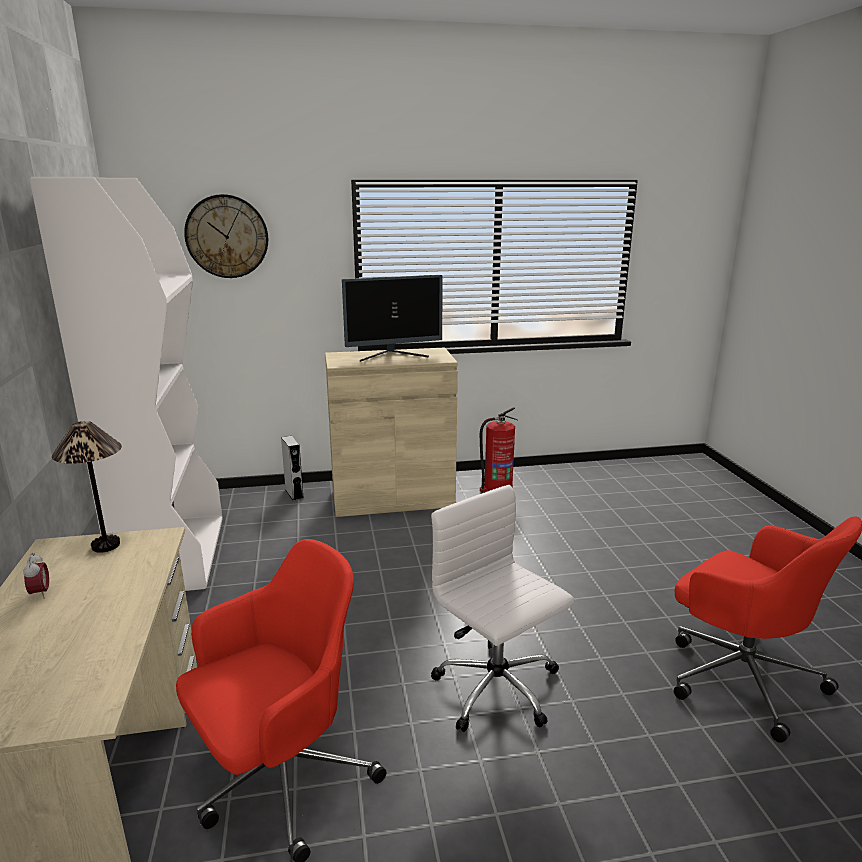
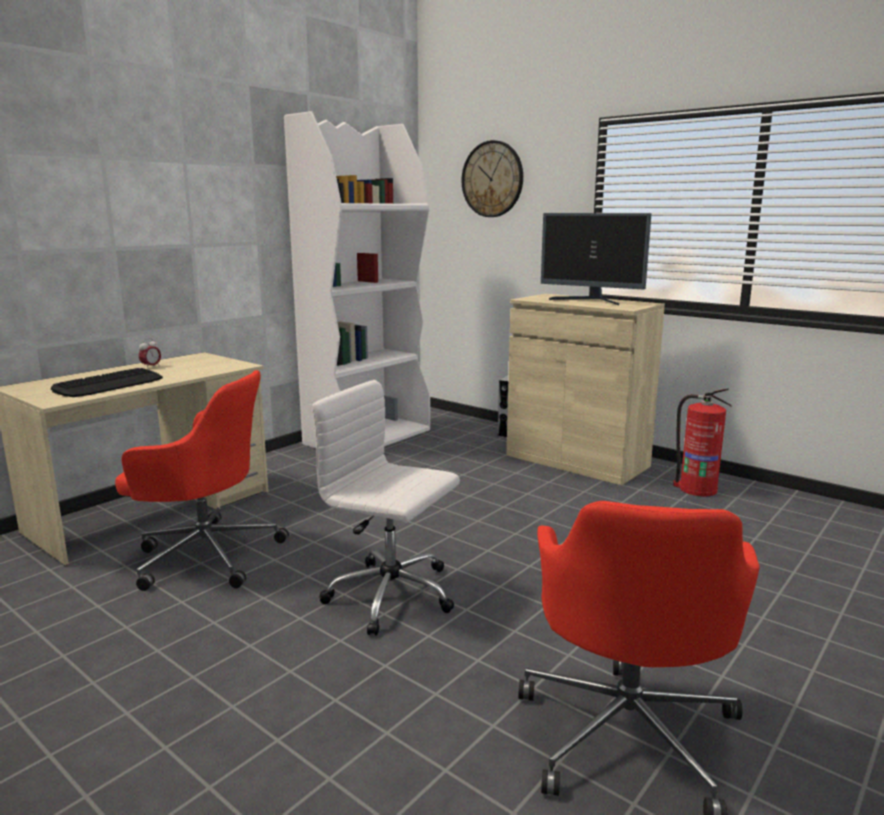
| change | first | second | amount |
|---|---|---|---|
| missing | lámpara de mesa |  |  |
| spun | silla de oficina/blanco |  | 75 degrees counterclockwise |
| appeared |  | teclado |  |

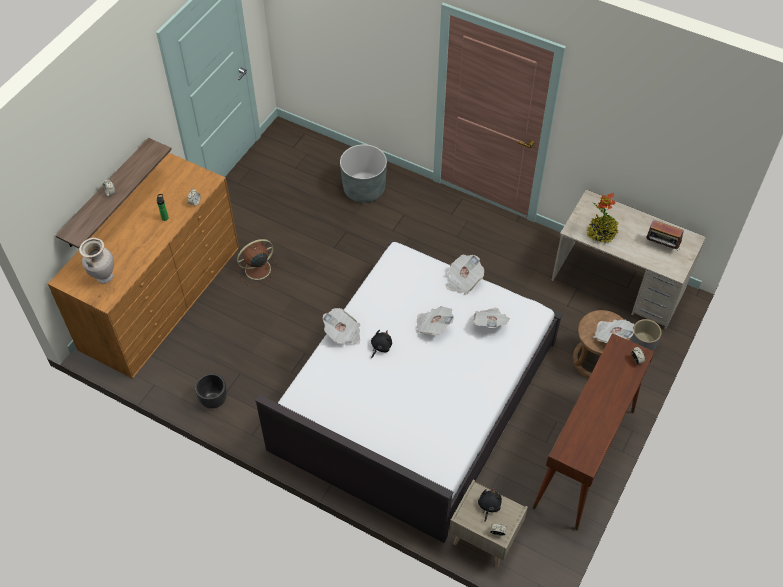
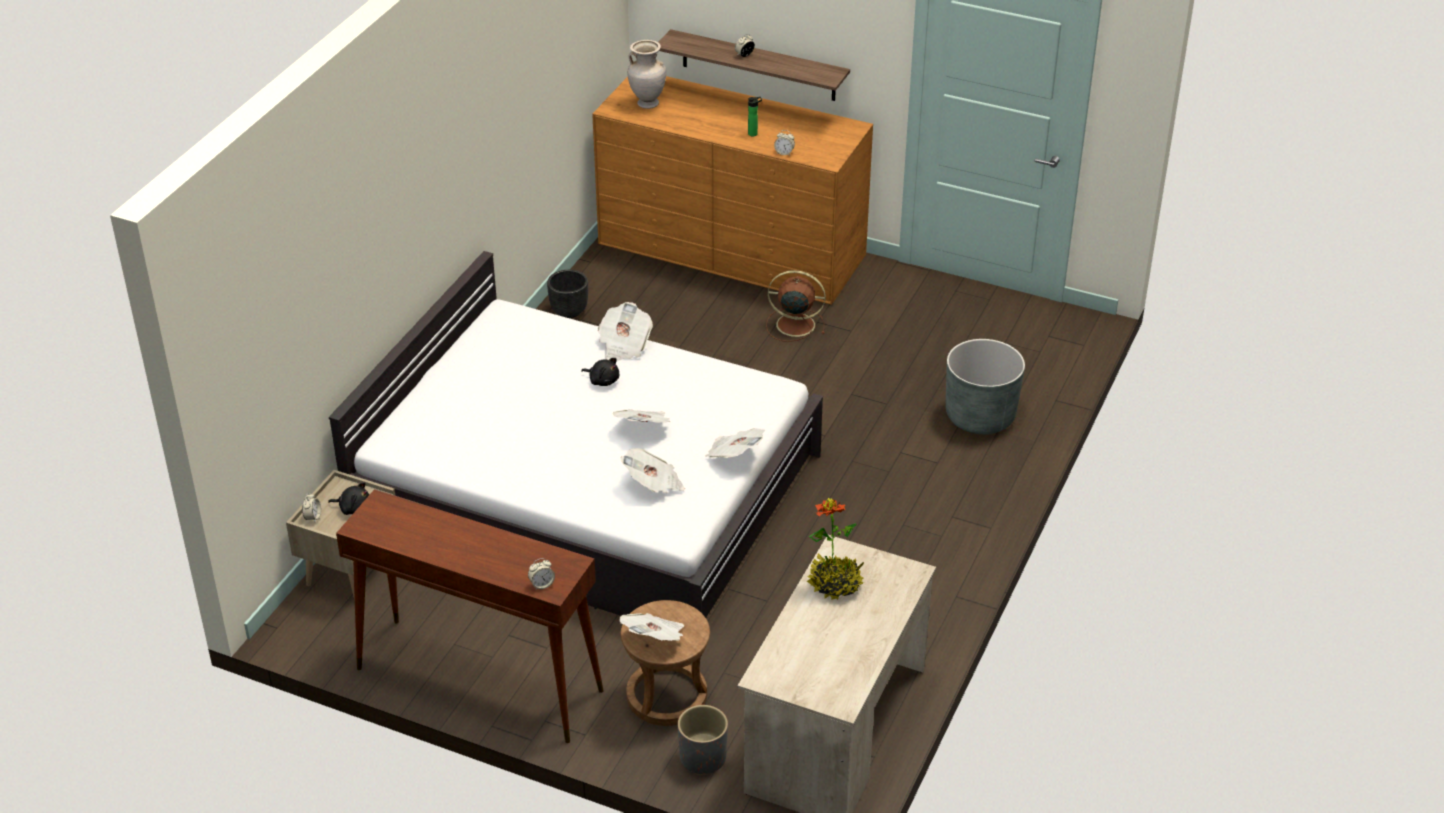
| change | first | second | amount |
|---|---|---|---|
| spun | ventilador/marrón |  | 45 degrees counterclockwise |
| missing | radio |  |  |

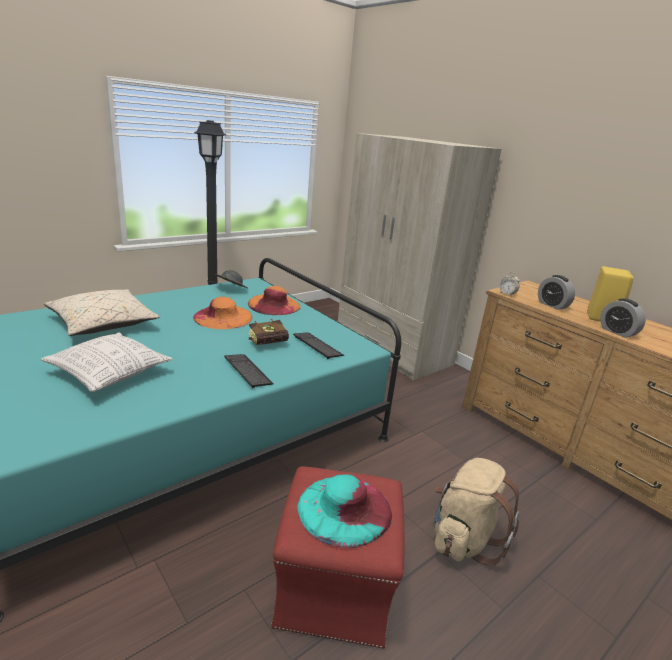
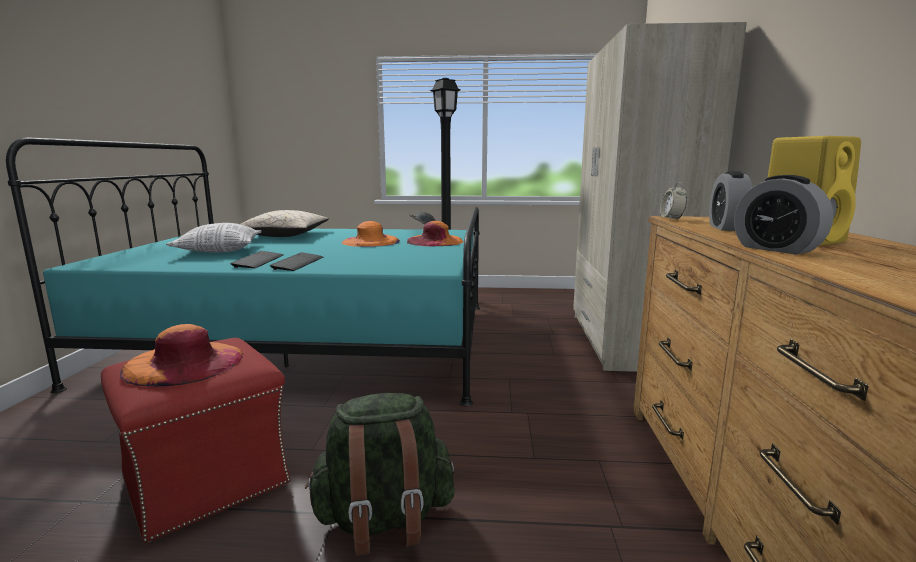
| change | first | second | amount |
|---|---|---|---|
| missing | libro |  |  |
| relocated | teclado (no. 2 from left in the first image) | teclado (no. 1 from left) |  |
| colour | sombrero/turquesa | sombrero/naranja (no. 1 from left) |  |
| colour | mochila/beis | mochila/verde |  |
| spun | despertador (no. 3 from left) |  | 45 degrees counterclockwise |

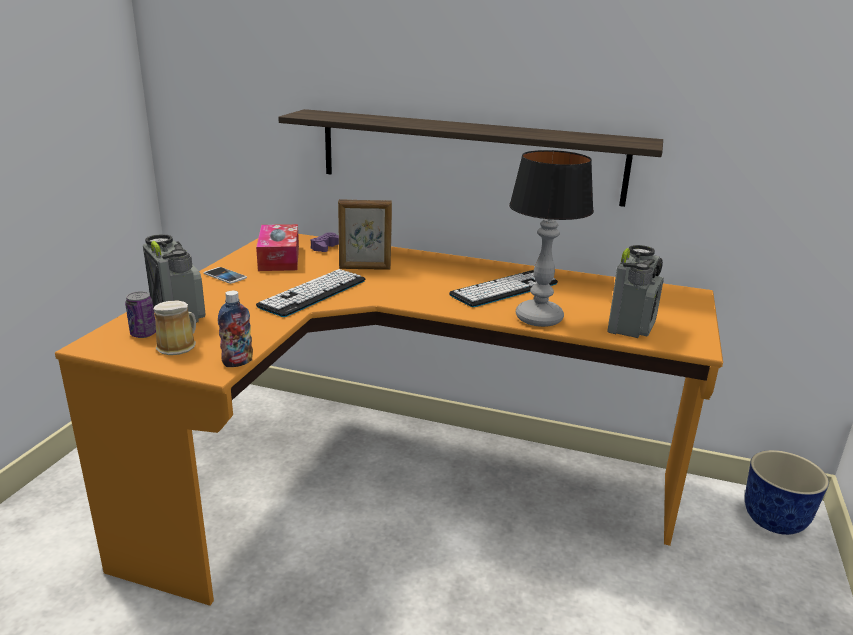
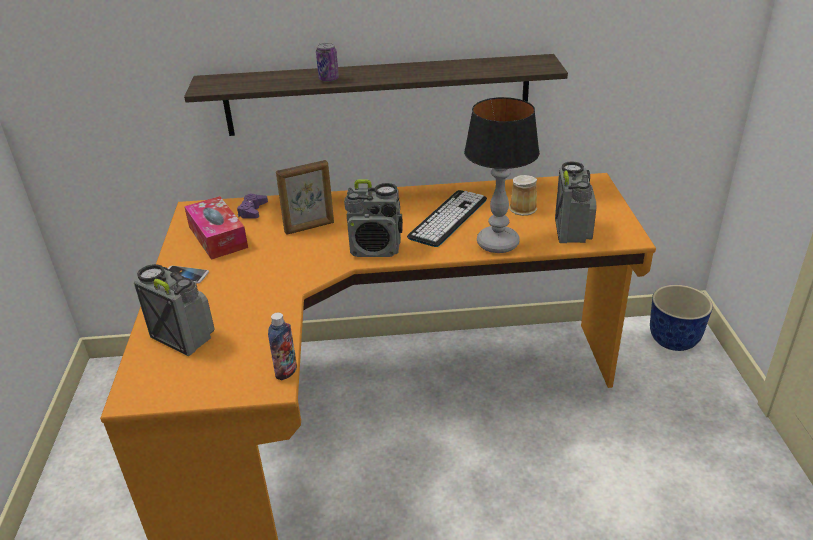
| change | first | second | amount |
|---|---|---|---|
| relocated | lata |  |  |
| relocated | taza grande |  |  |
| missing | teclado (no. 1 from left) |  |  |
| appeared |  | radio (no. 2 from left) |  |

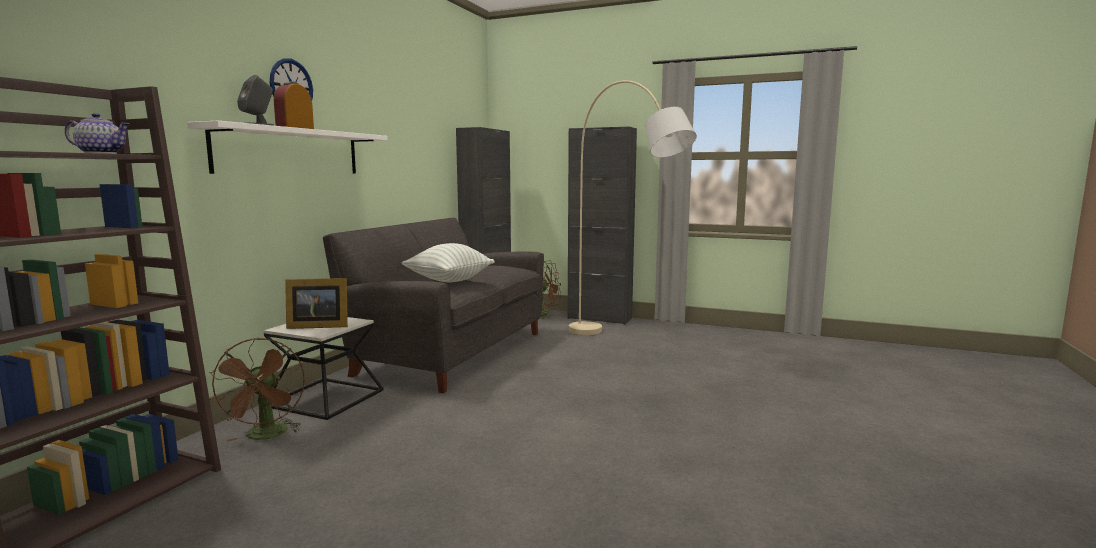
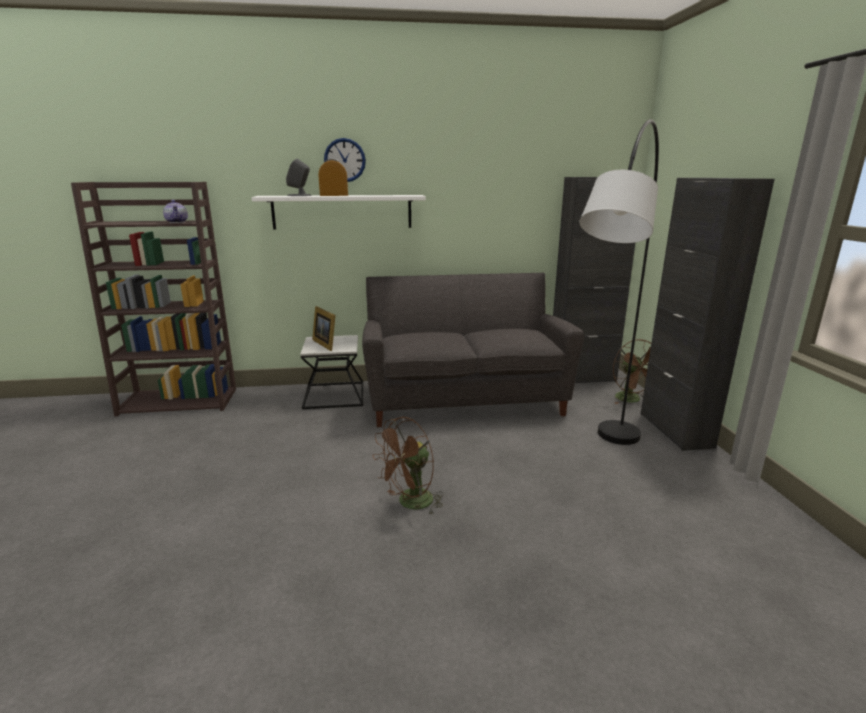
| change | first | second | amount |
|---|---|---|---|
| relocated | ventilador/marrón (no. 1 from left) |  |  |
| missing | cojín |  |  |
| colour | lámpara de pie/beis | lámpara de pie/negro |  |

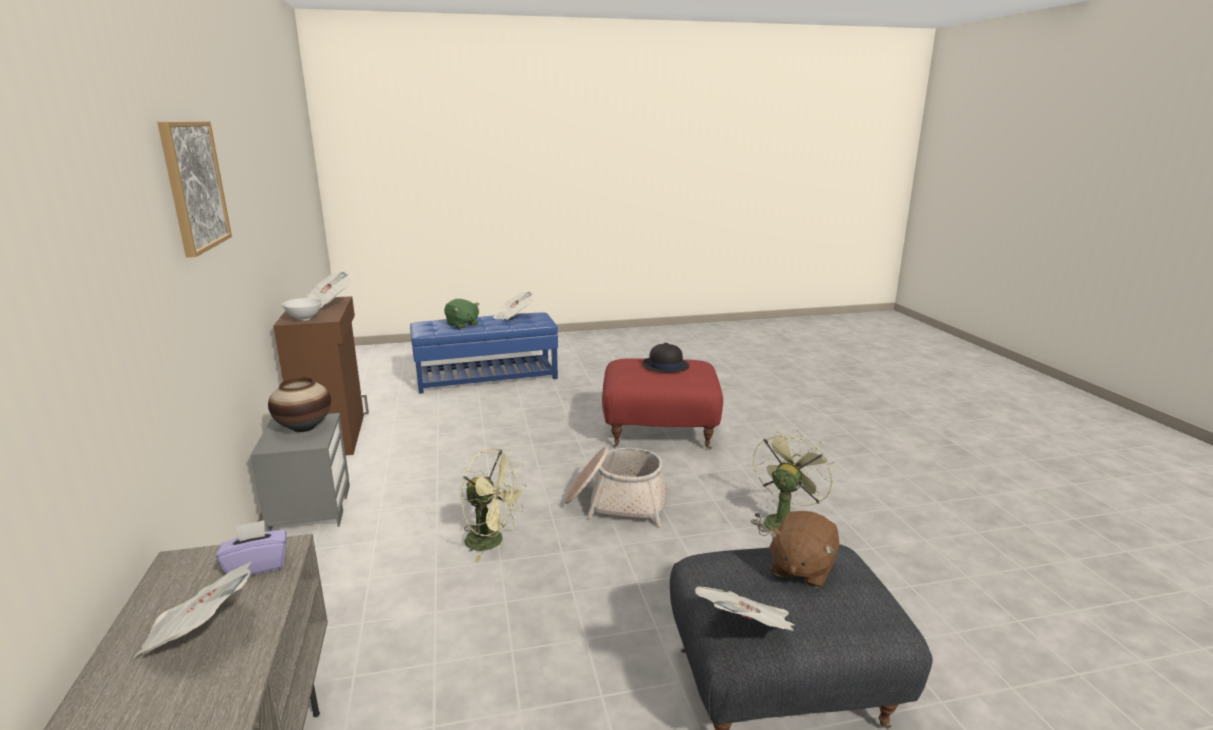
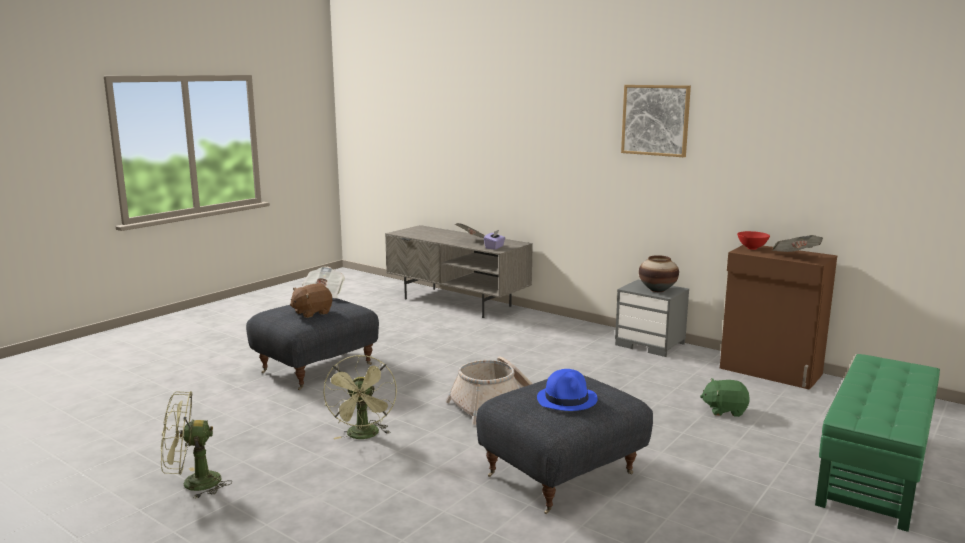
| change | first | second | amount |
|---|---|---|---|
| colour | cuenco/blanco | cuenco/rojo |  |
| colour | puf/azul | puf/verde |  |
| relocated | peluche/verde |  |  |
| relocated | ventilador/verde (no. 1 from left) |  |  |
| missing | periódico (no. 3 from left) |  |  |
| colour | puf/rojo | puf/gris (no. 2 from left) |  |
| colour | sombrero/negro | sombrero/azul |  |
| spun | peluche/marrón |  | 120 degrees counterclockwise |

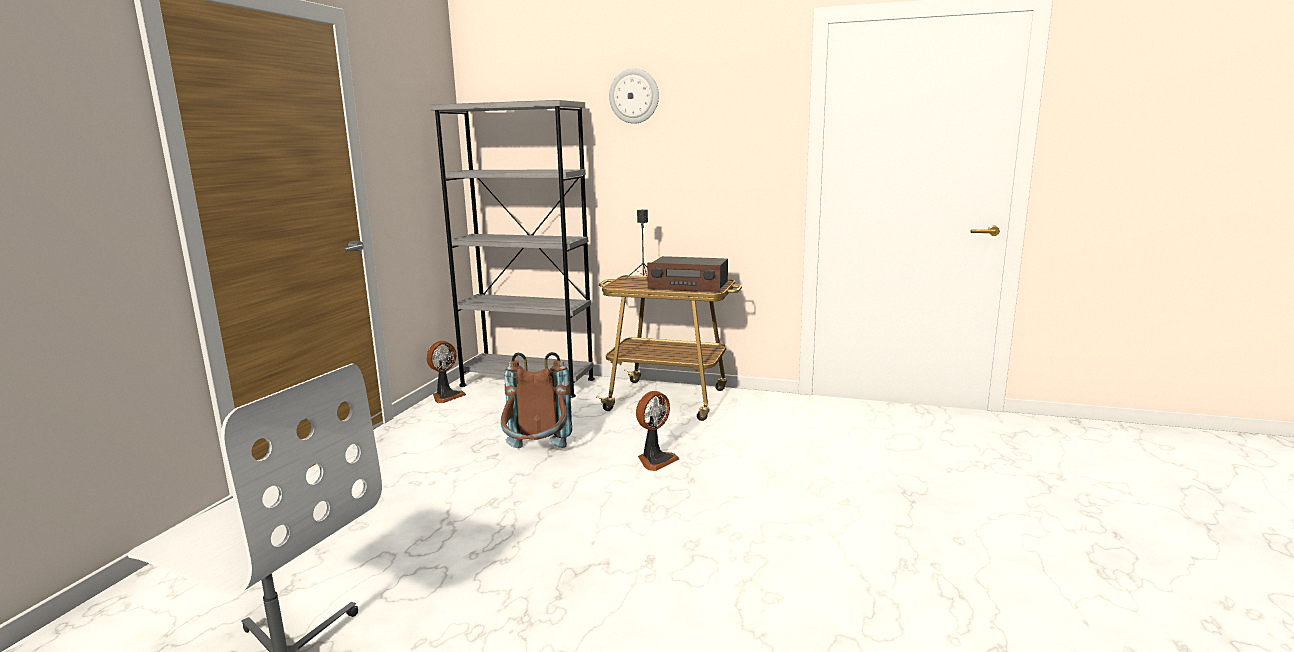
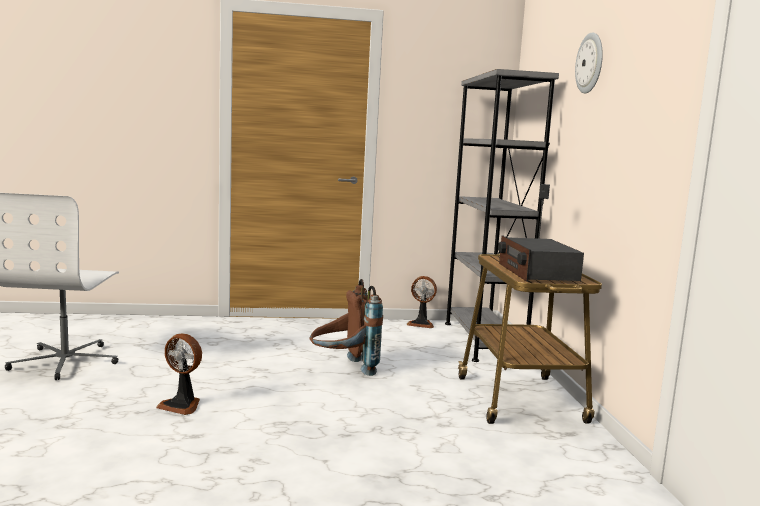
| change | first | second | amount |
|---|---|---|---|
| relocated | ventilador (no. 2 from left in the first image) | ventilador (no. 1 from left) |  |

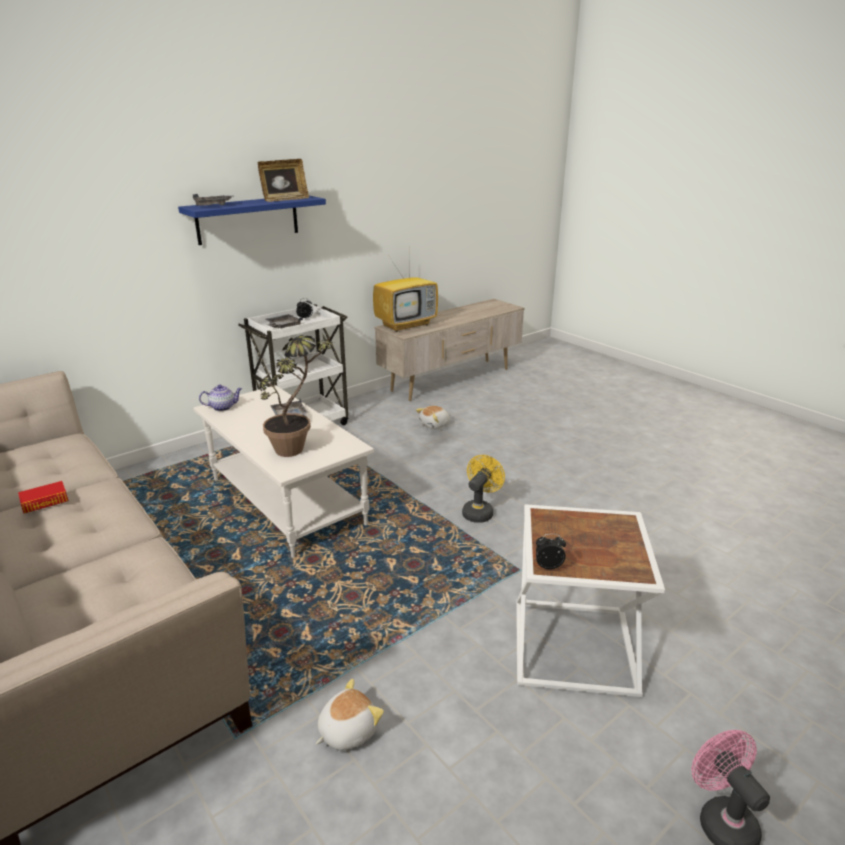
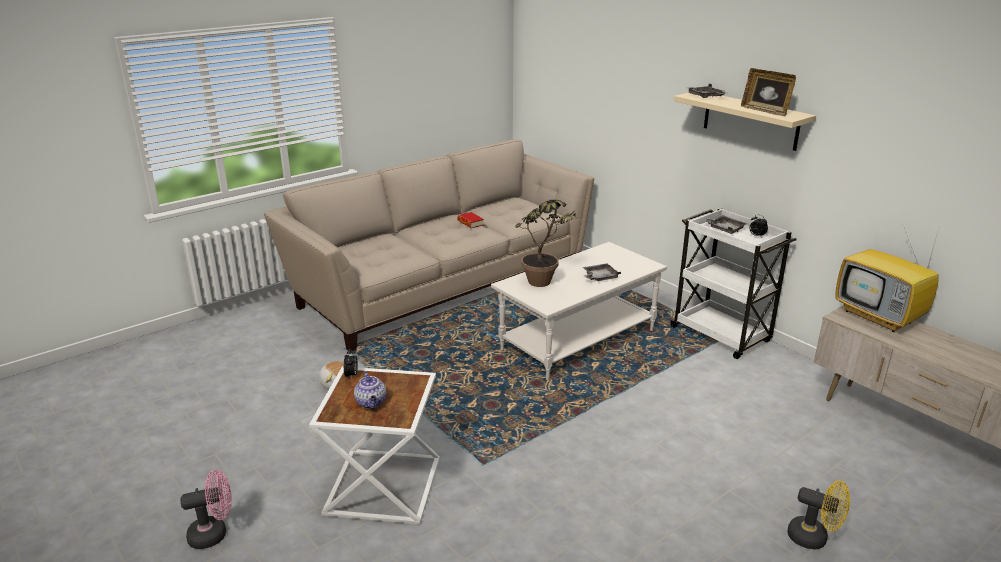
| change | first | second | amount |
|---|---|---|---|
| colour | estante/azul | estante/beis |  |
| relocated | tetera |  |  |
| missing | peluche (no. 2 from left) |  |  |
| relocated | ventilador/amarillo |  |  |

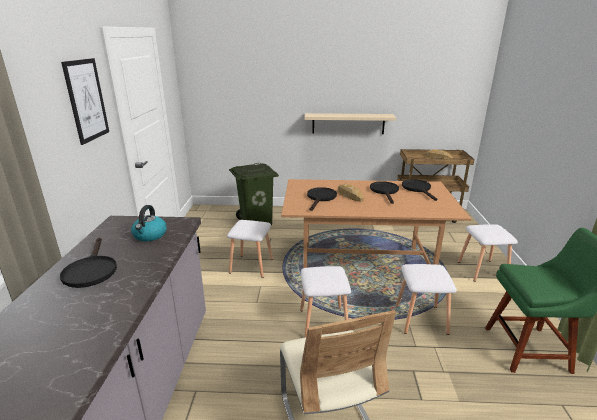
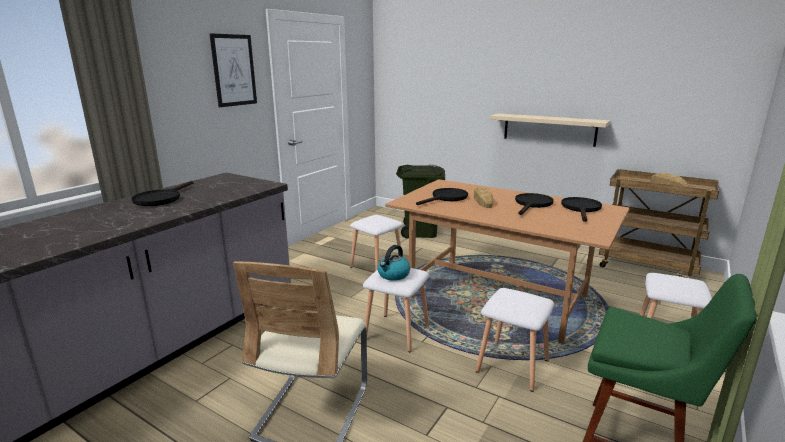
| change | first | second | amount |
|---|---|---|---|
| relocated | hervidor |  |  |

